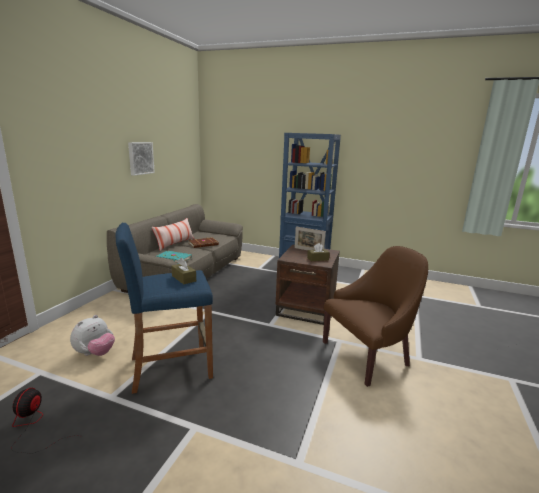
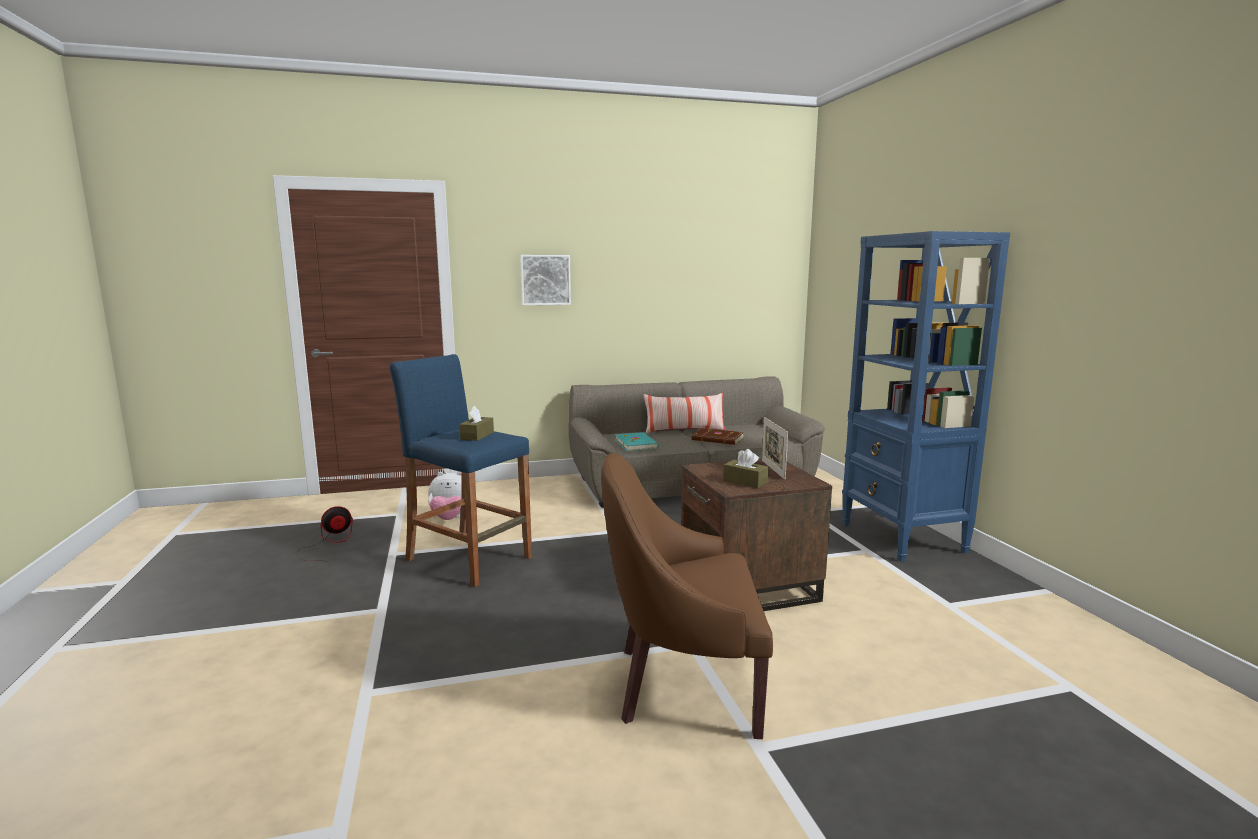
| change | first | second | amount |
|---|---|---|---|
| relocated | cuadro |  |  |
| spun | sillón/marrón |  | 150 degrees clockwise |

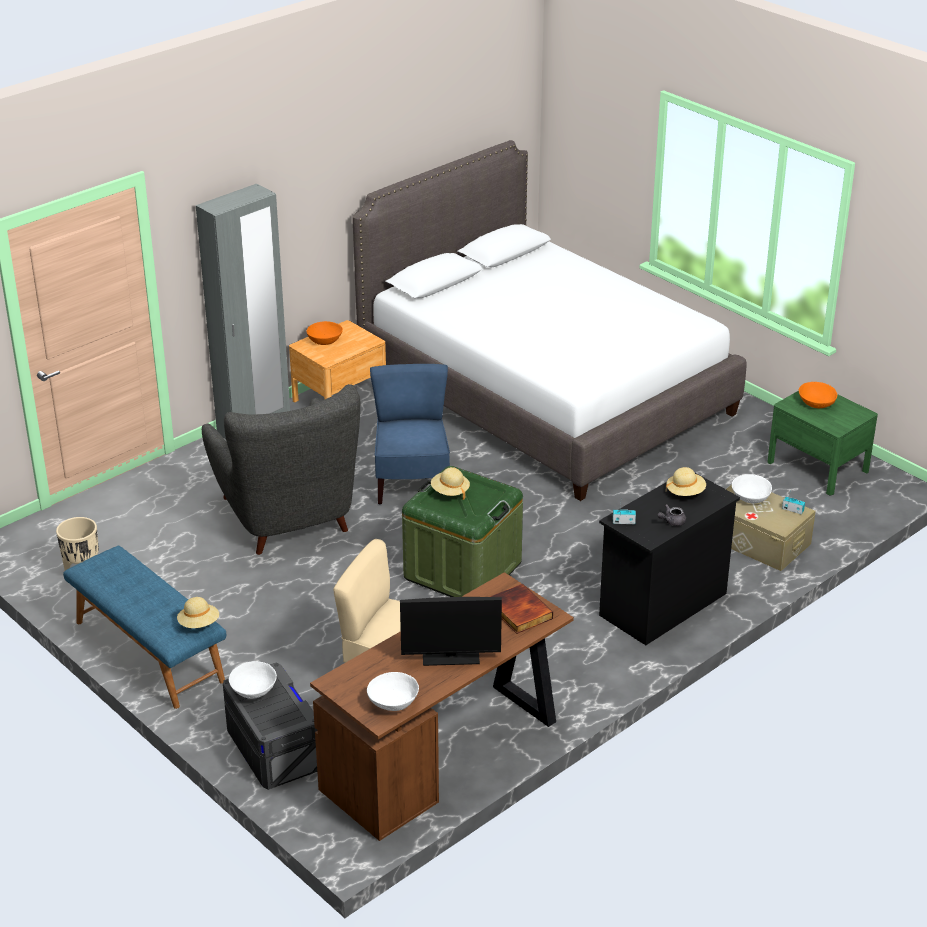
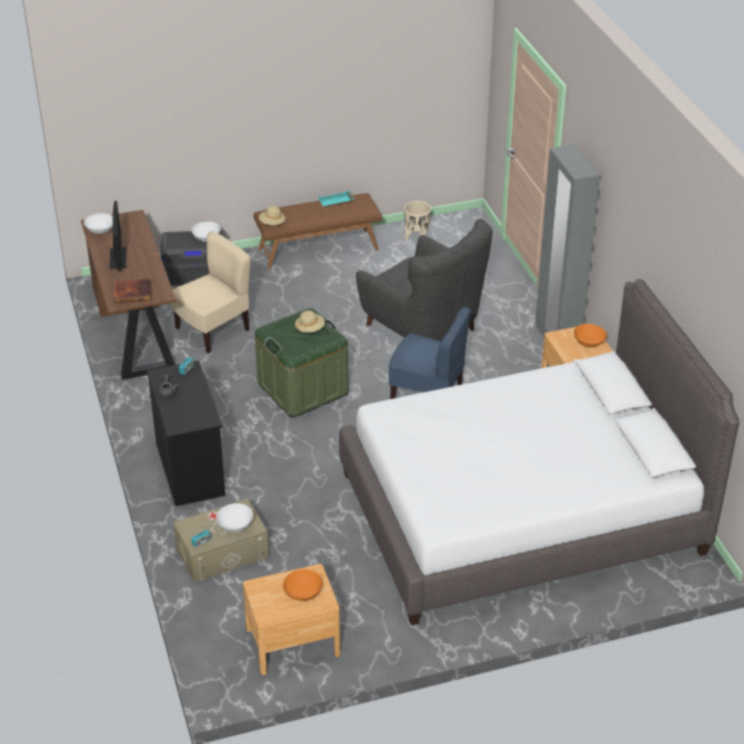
| change | first | second | amount |
|---|---|---|---|
| colour | banco/azul | banco/marrón |  |
| spun | sillón/gris |  | 135 degrees counterclockwise |
| spun | monitor |  | 150 degrees clockwise |
| missing | sombrero/beis (no. 3 from left) |  |  |
| colour | mesita de noche/verde | mesita de noche/marrón (no. 1 from left) |  |
| appeared |  | bandeja/turquesa |  |

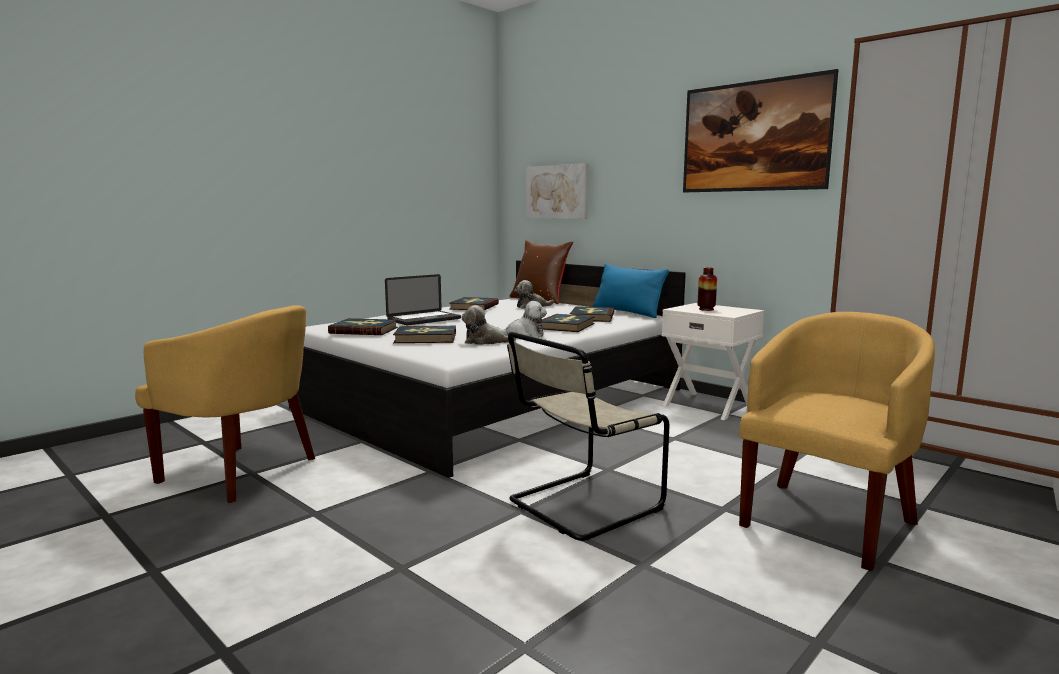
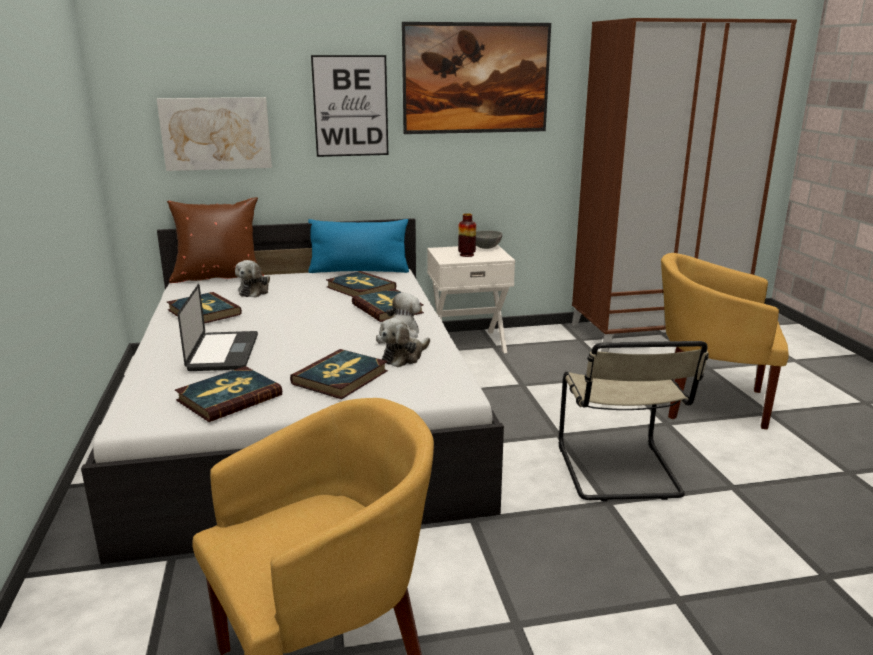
| change | first | second | amount |
|---|---|---|---|
| spun | sillón/amarillo (no. 2 from left) |  | 60 degrees counterclockwise |
| appeared |  | cuadro (no. 2 from left) |  |
| appeared |  | cuenco/gris |  |

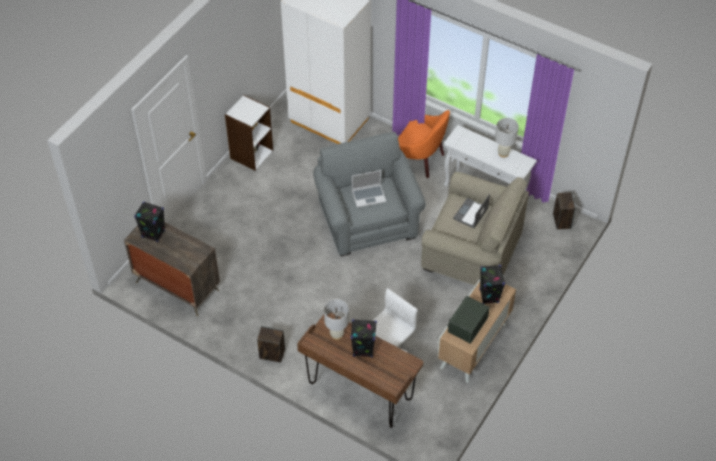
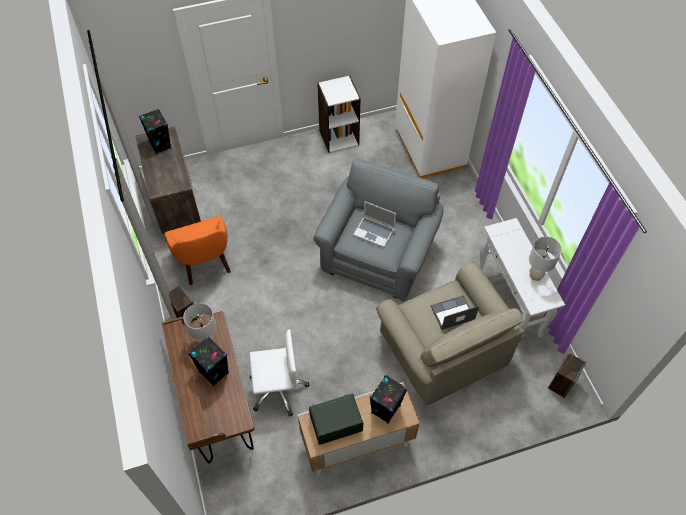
| change | first | second | amount |
|---|---|---|---|
| relocated | sillón/naranja |  |  |

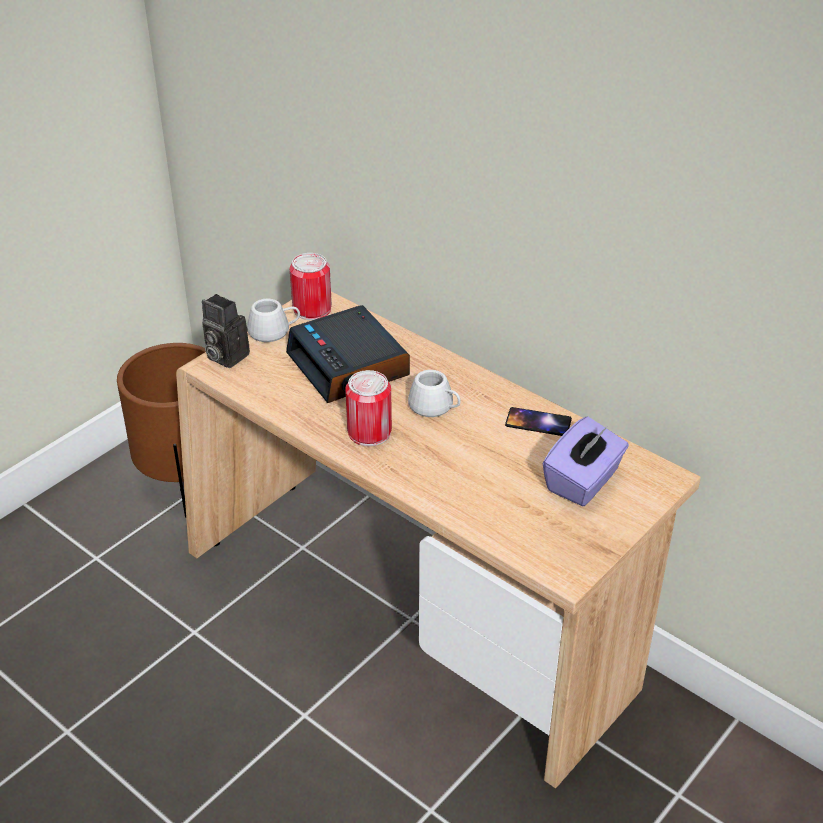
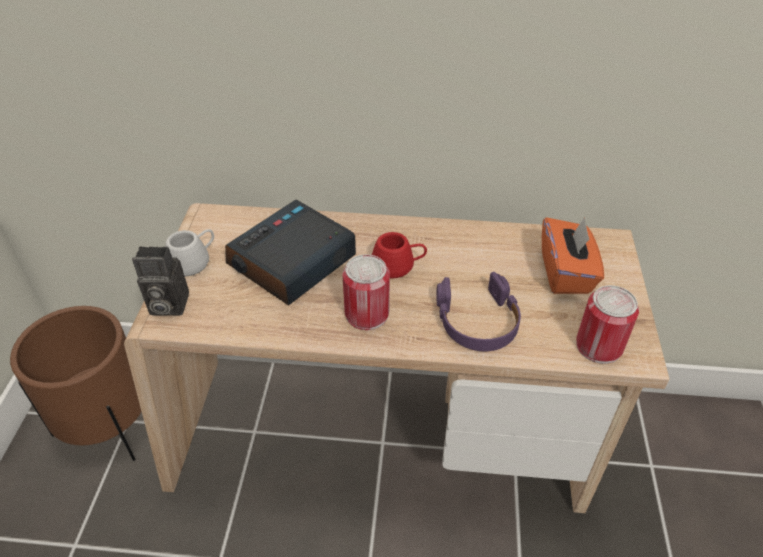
| change | first | second | amount |
|---|---|---|---|
| spun | despertador |  | 105 degrees clockwise |
| relocated | lata (no. 1 from left in the first image) | lata (no. 2 from left) |  |
| colour | taza grande/blanco (no. 2 from left) | taza grande/rojo |  |
| missing | móvil |  |  |
| colour | caja de pañuelos/morado | caja de pañuelos/naranja |  |
| appeared |  | auriculares/morado |  |

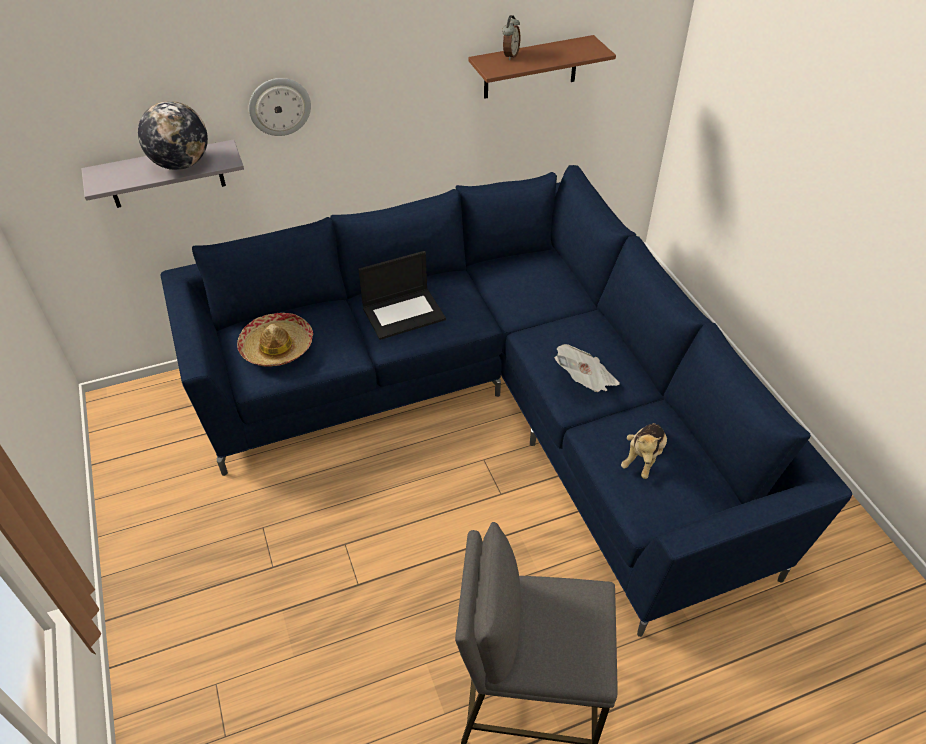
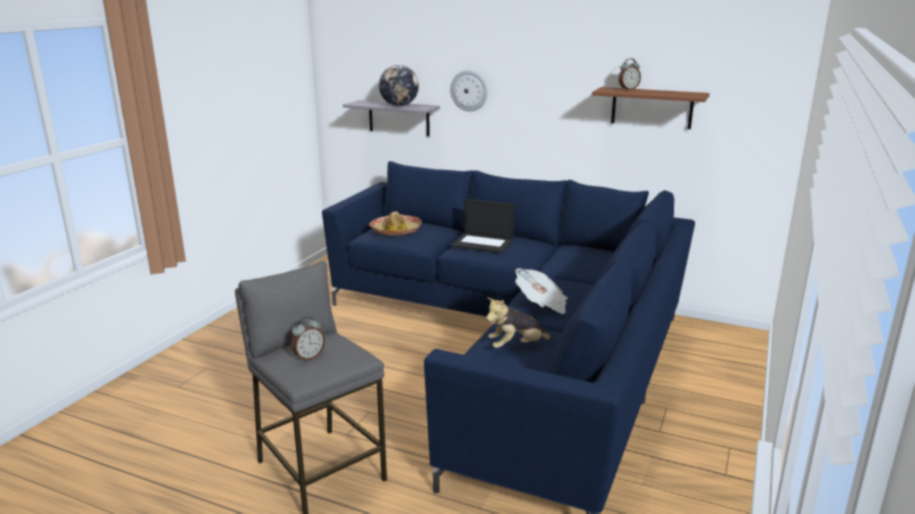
| change | first | second | amount |
|---|---|---|---|
| appeared |  | despertador (no. 1 from left) |  |

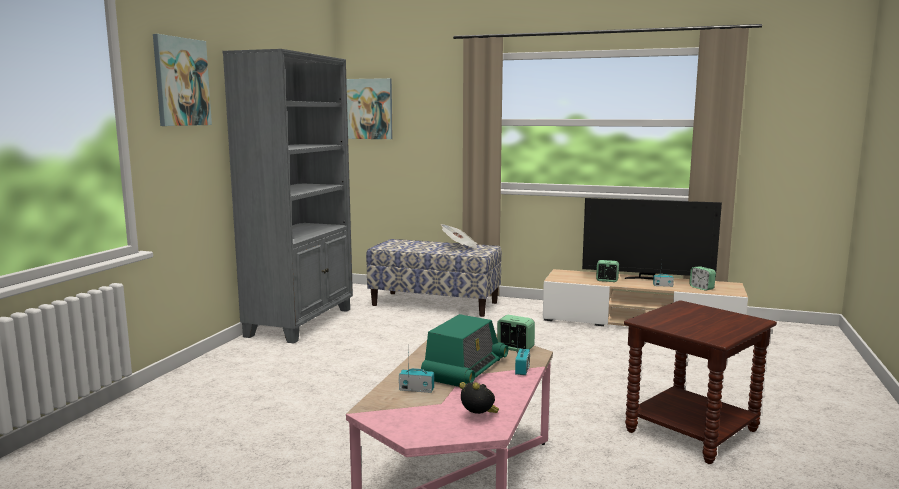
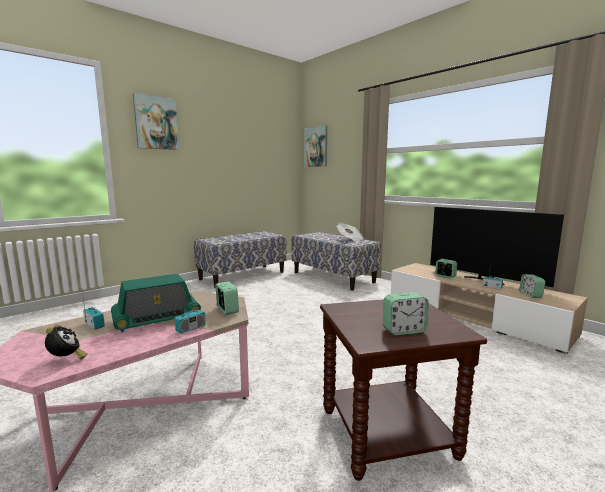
| change | first | second | amount |
|---|---|---|---|
| exchanged | estantería/gris | banco (no. 1 from left) |  |
| appeared |  | despertador (no. 3 from left) |  |

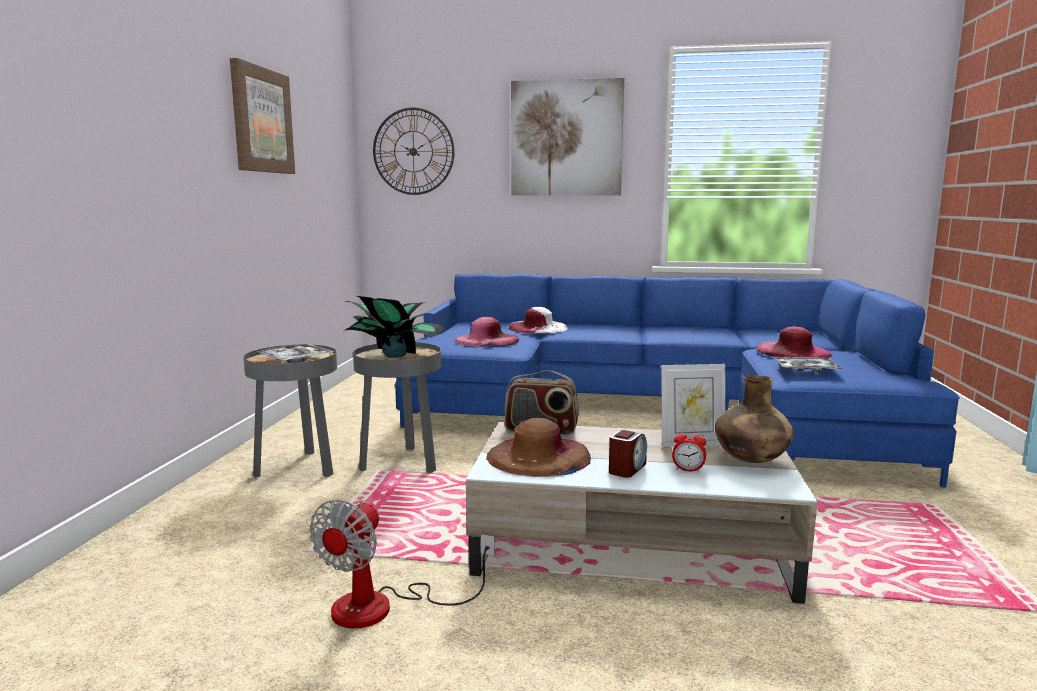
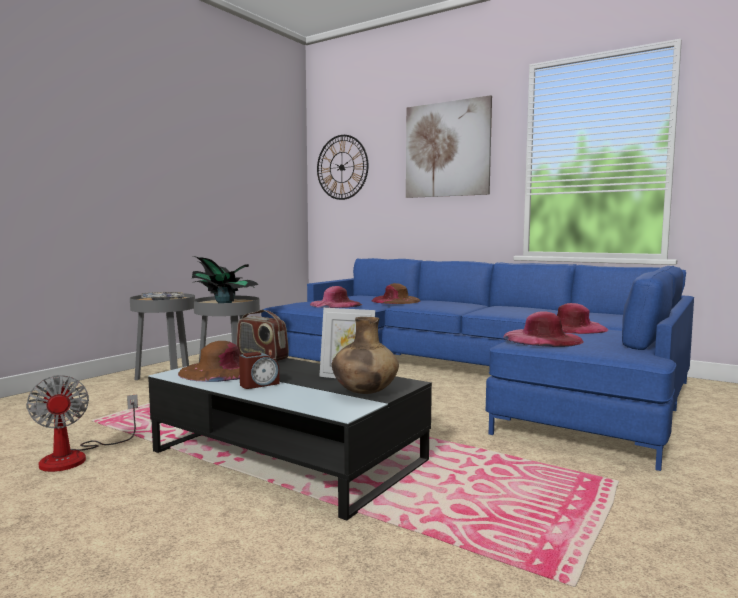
| change | first | second | amount |
|---|---|---|---|
| missing | cuadro (no. 1 from left) |  |  |
| spun | ventilador |  | 75 degrees counterclockwise |
| colour | mesa de centro/beis | mesa de centro/negro |  |
| colour | sombrero/blanco | sombrero/marrón (no. 2 from left) |  |
| missing | despertador (no. 2 from left) |  |  |
| exchanged | bandeja (no. 2 from left) | sombrero/rosa (no. 2 from left) |  |

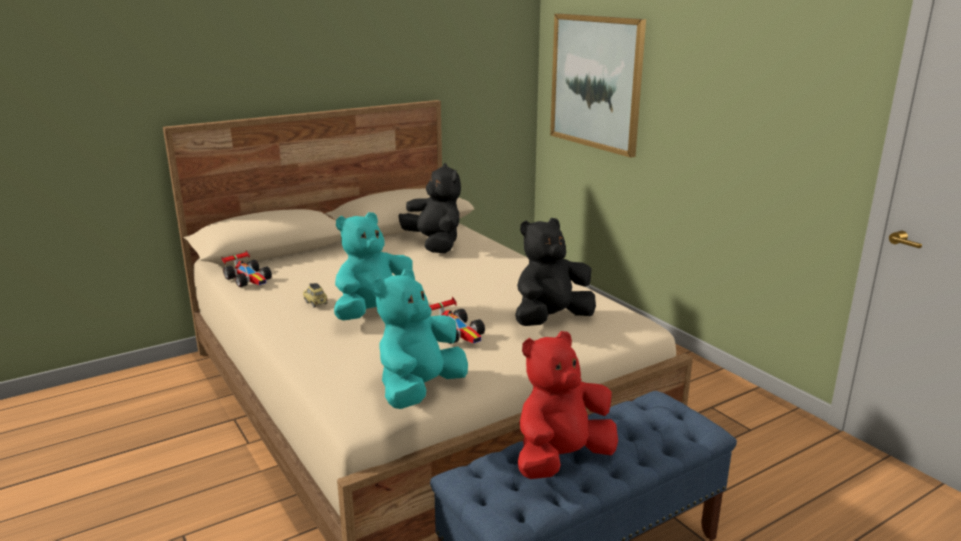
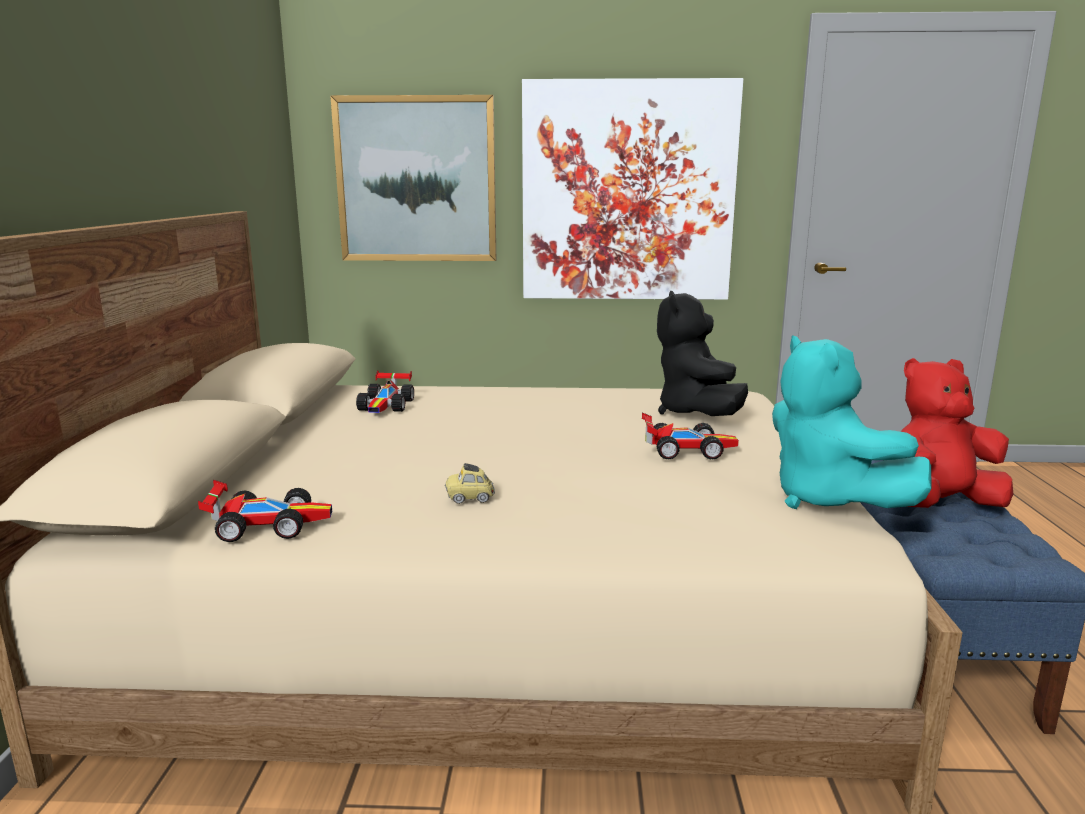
| change | first | second | amount |
|---|---|---|---|
| missing | peluche/turquesa (no. 1 from left) |  |  |
| exchanged | peluche/negro (no. 1 from left) | coche de juguete (no. 2 from left) |  |
| spun | peluche/rojo |  | 75 degrees clockwise |
| appeared |  | cuadro (no. 2 from left) |  |

